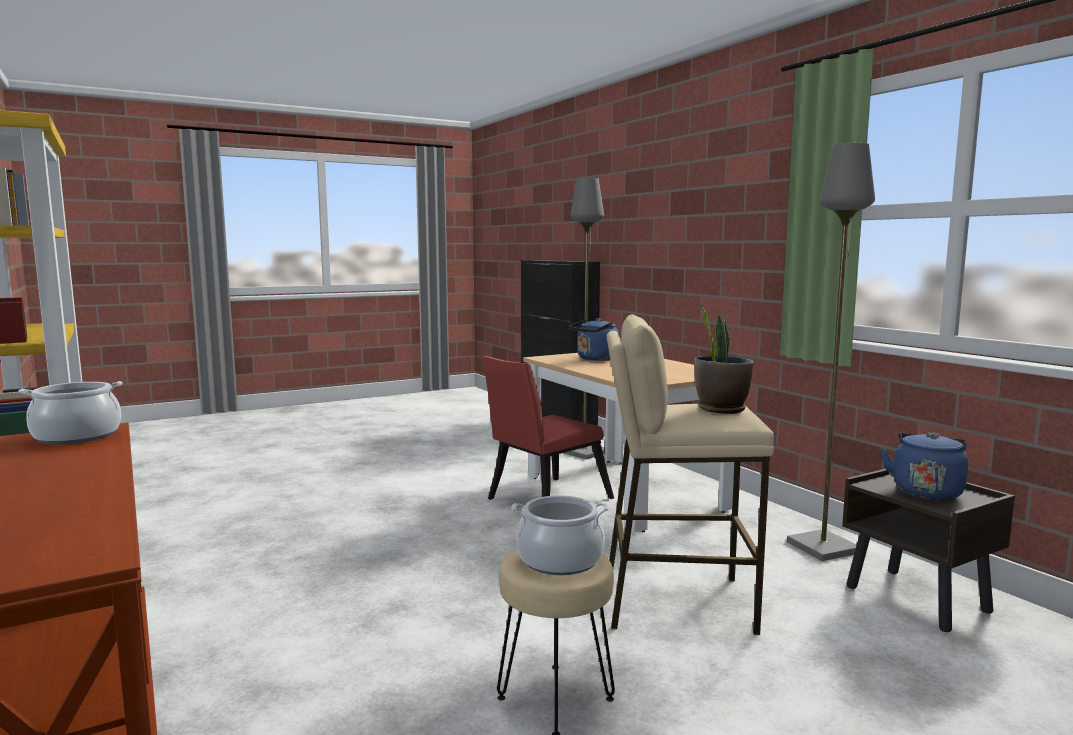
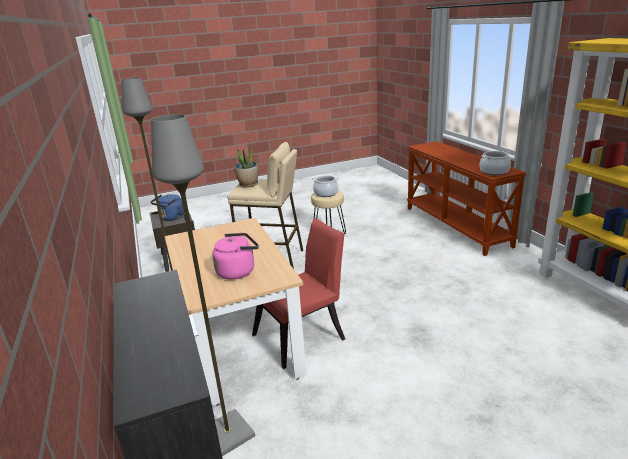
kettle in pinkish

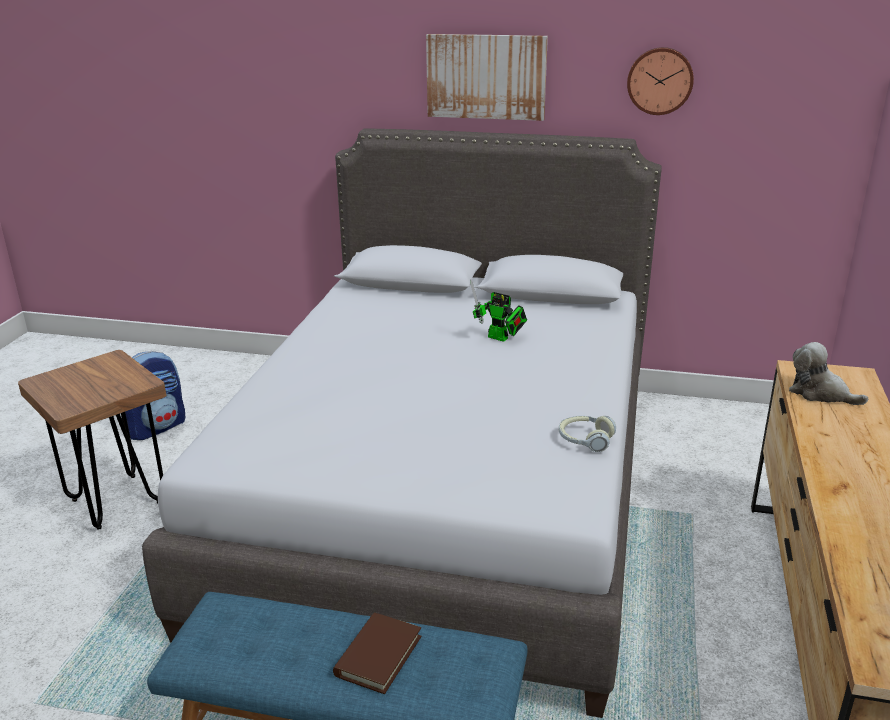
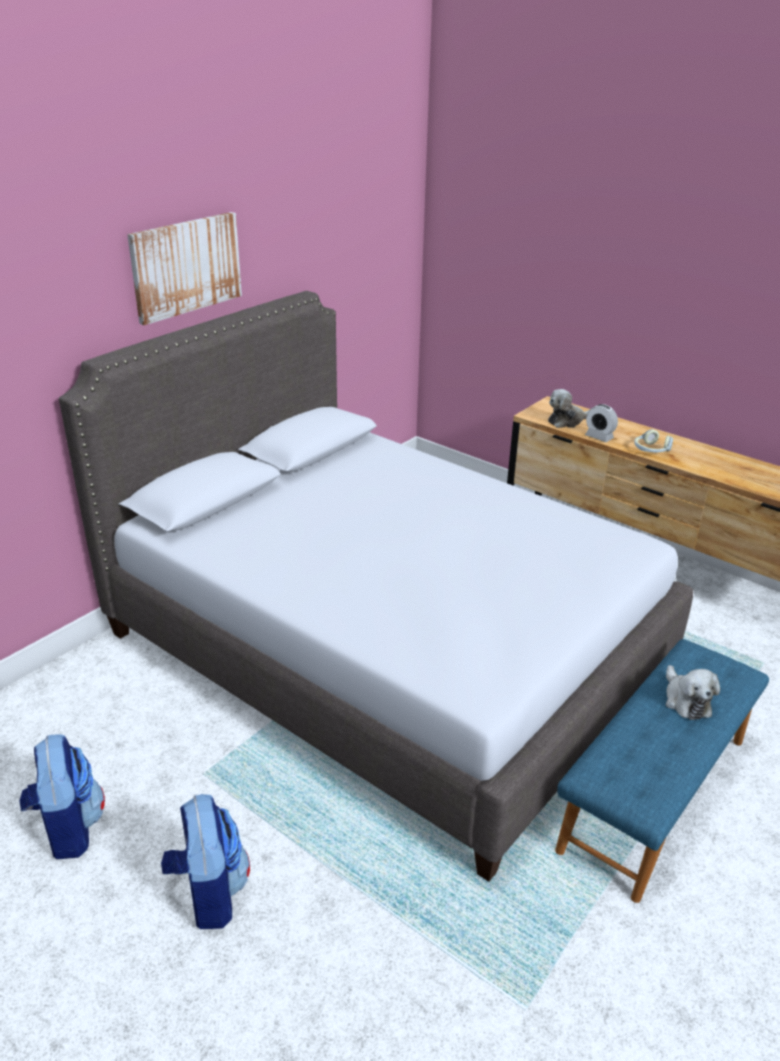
hanging clock
model robot
knapsack (2nd from left)
headset
cuddly toy (2nd from left)
alarm clock

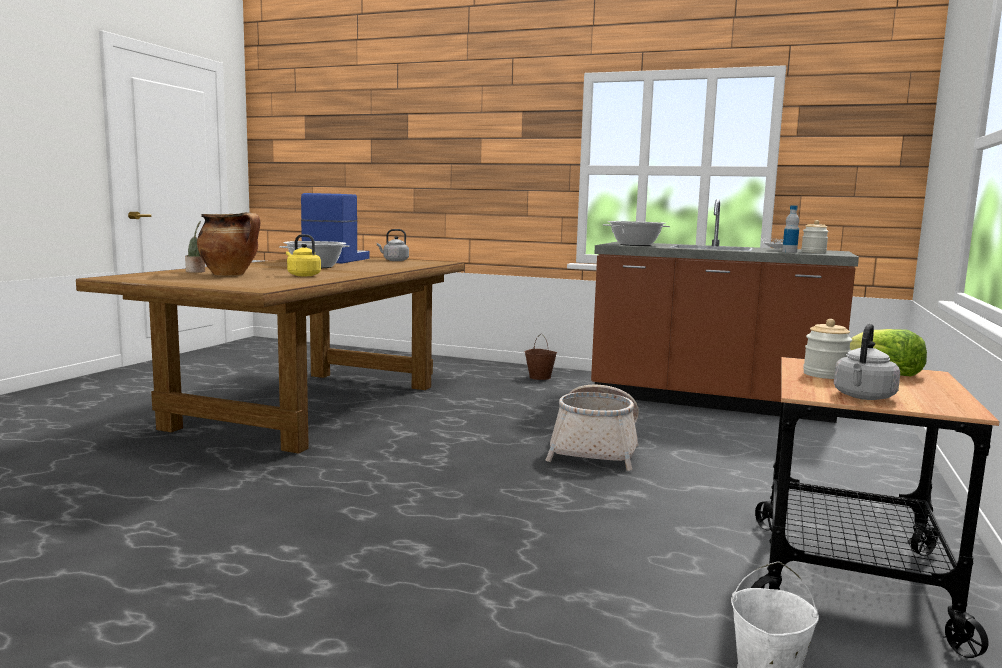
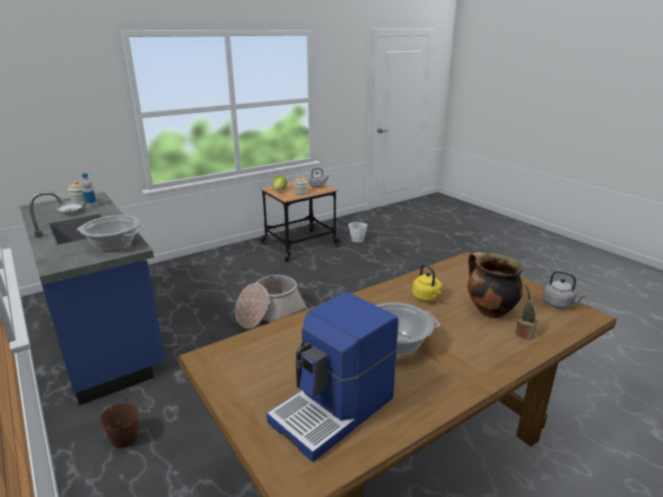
kitchen base unit in blue-coloured
kettle in greyish (2nd from left)

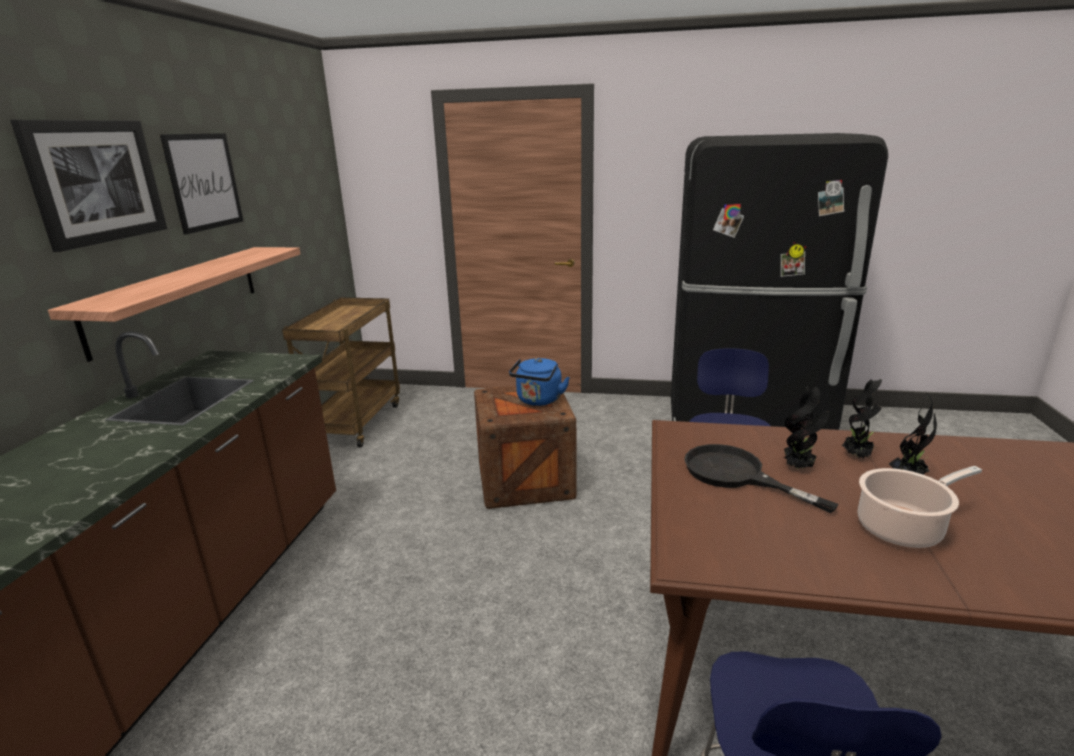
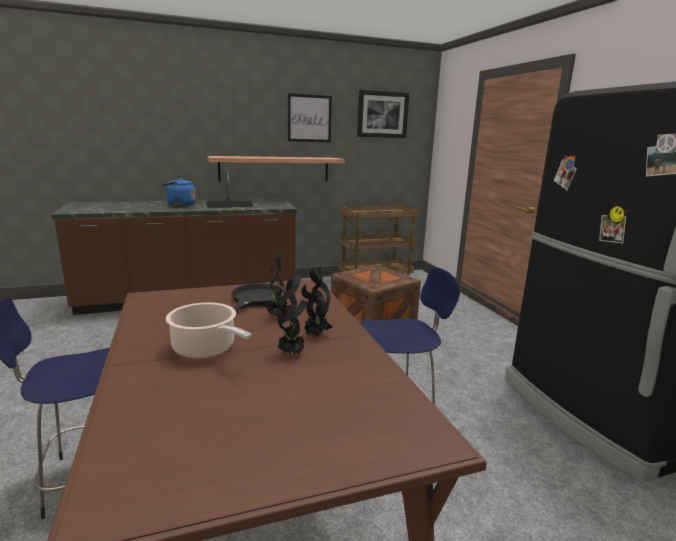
picture (2nd from left)
kettle in blue-coloured

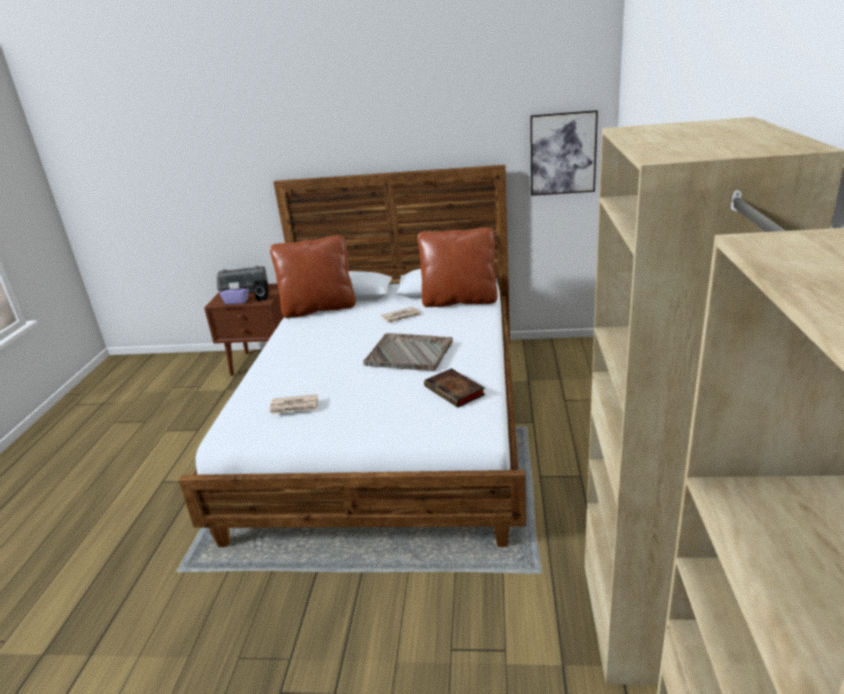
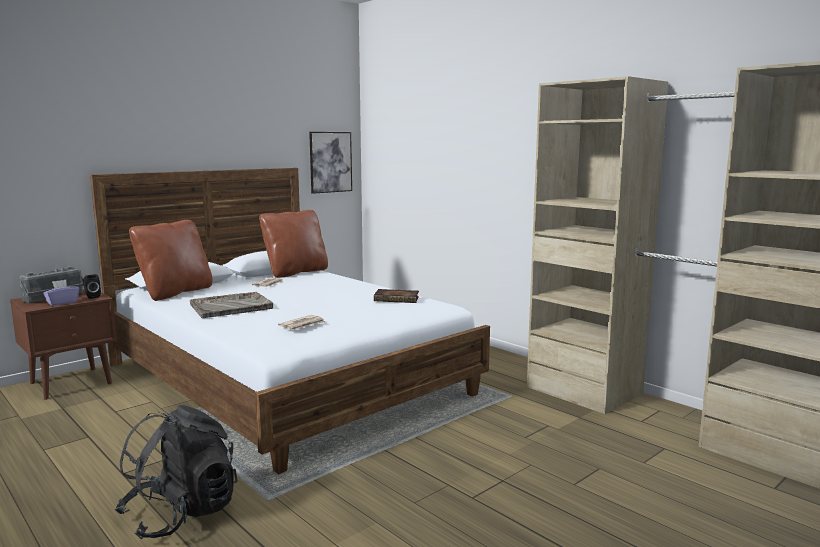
carrying tray in greyish
knapsack in black

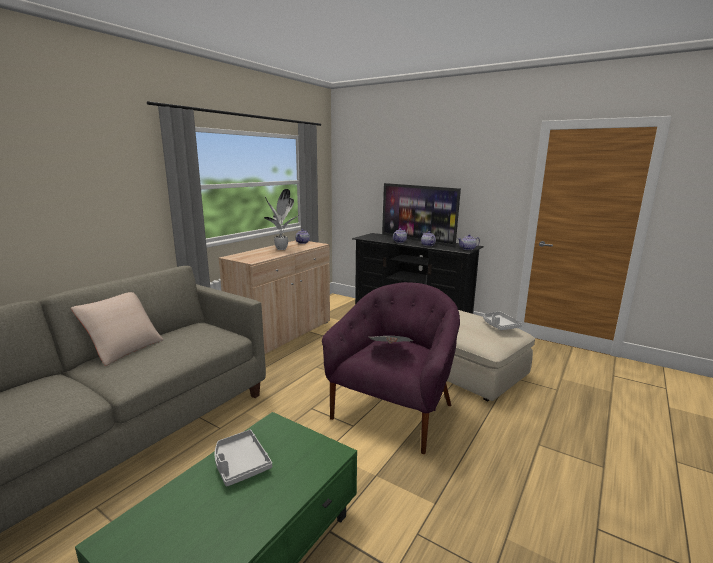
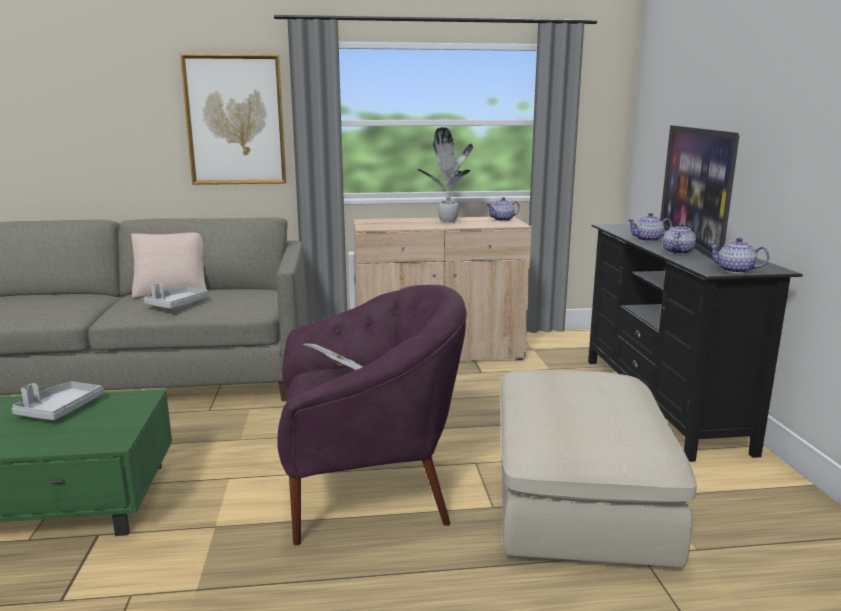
carrying tray in greyish (2nd from left)
picture

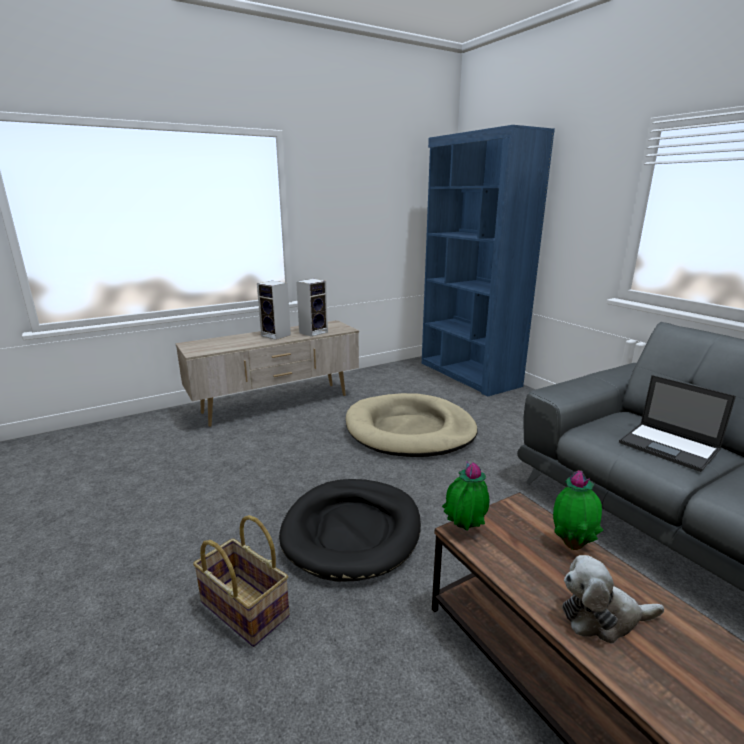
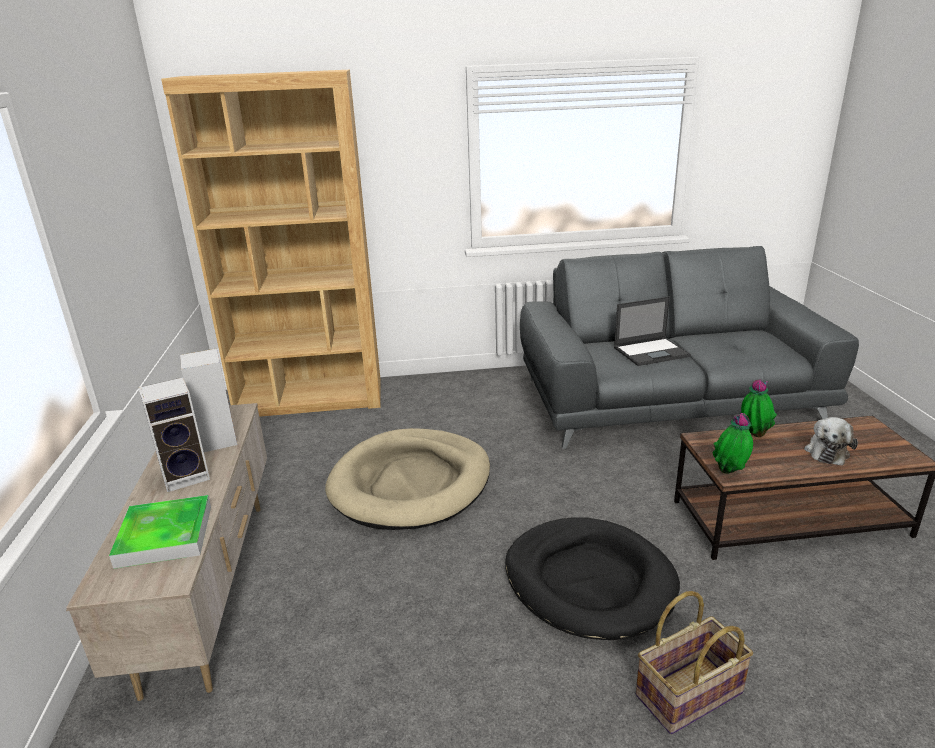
bookcase in brown-coloured
carrying tray

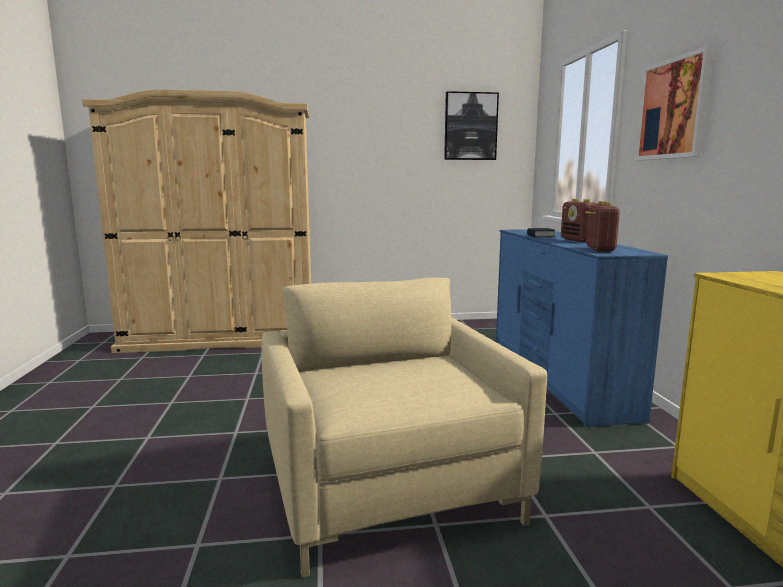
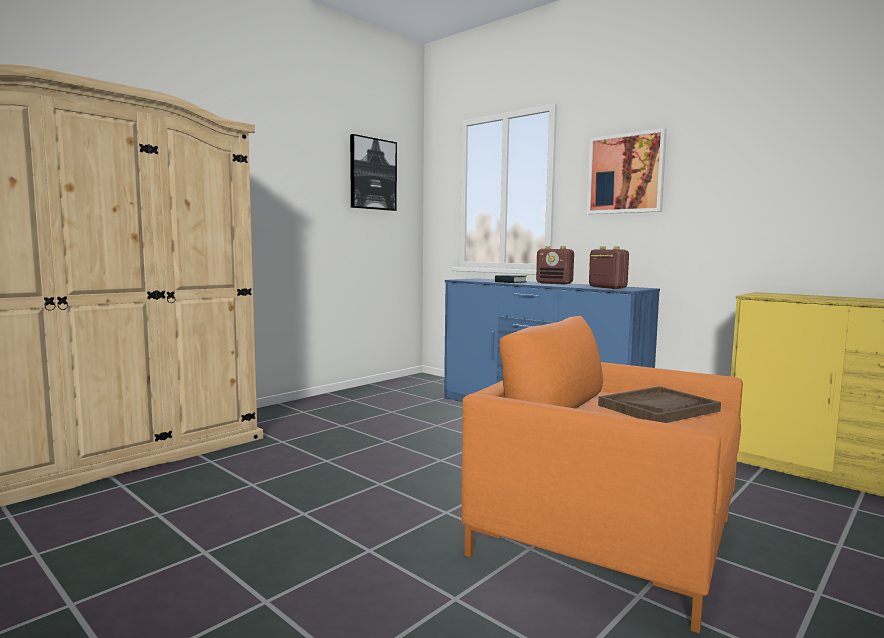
easy chair in orange-coloured
carrying tray in brown-coloured

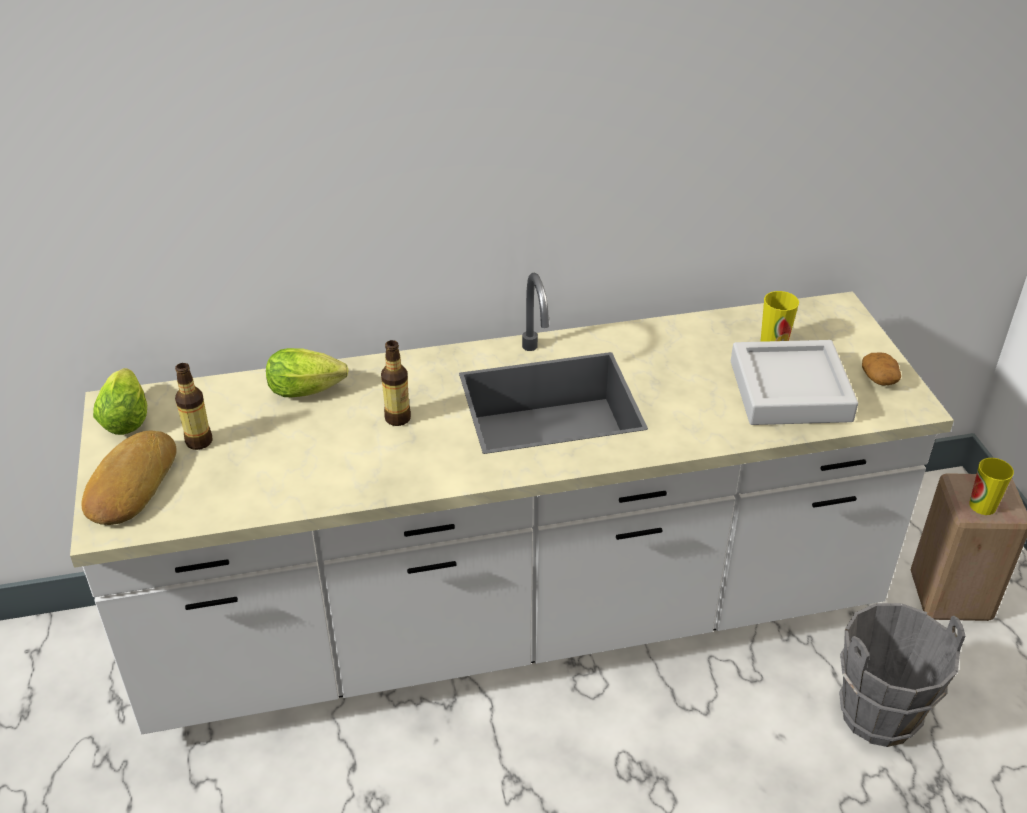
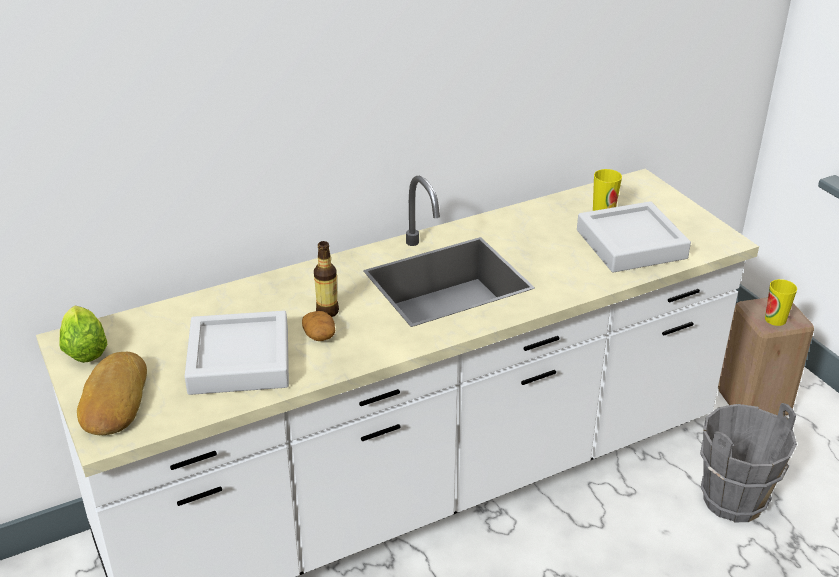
lettuce (2nd from left in the first image)
potato
drink bottle (1st from left in the first image)
carrying tray in greyish (1st from left)

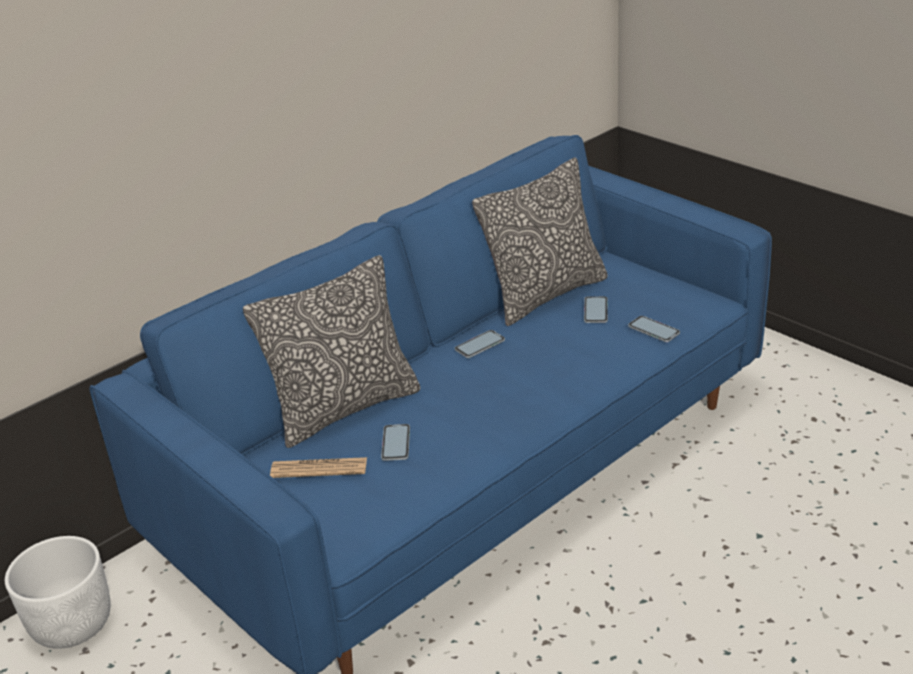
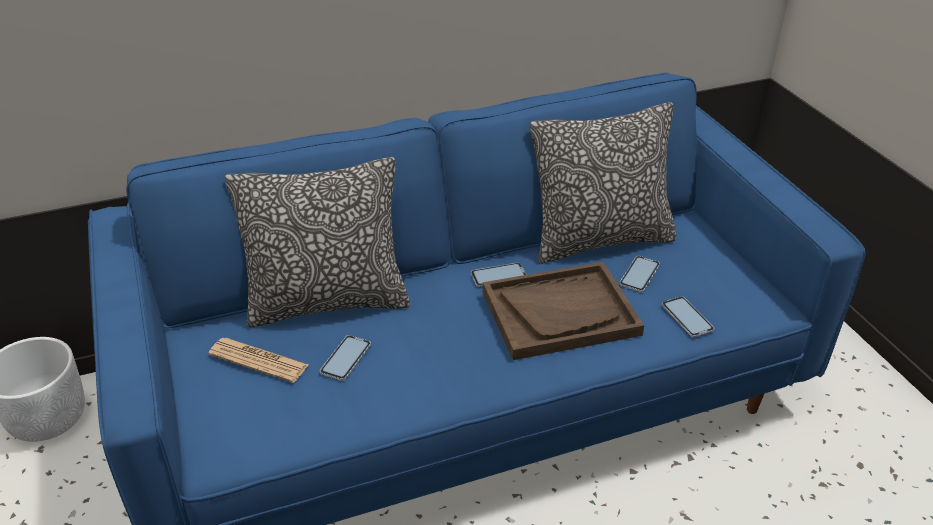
carrying tray in brown-coloured

